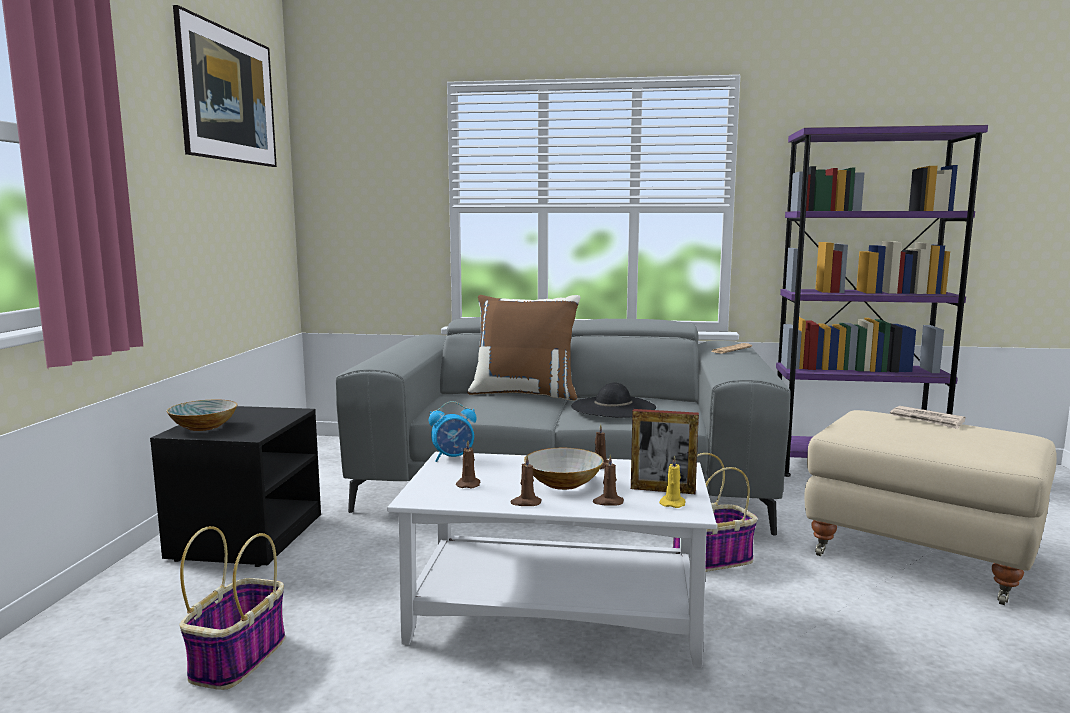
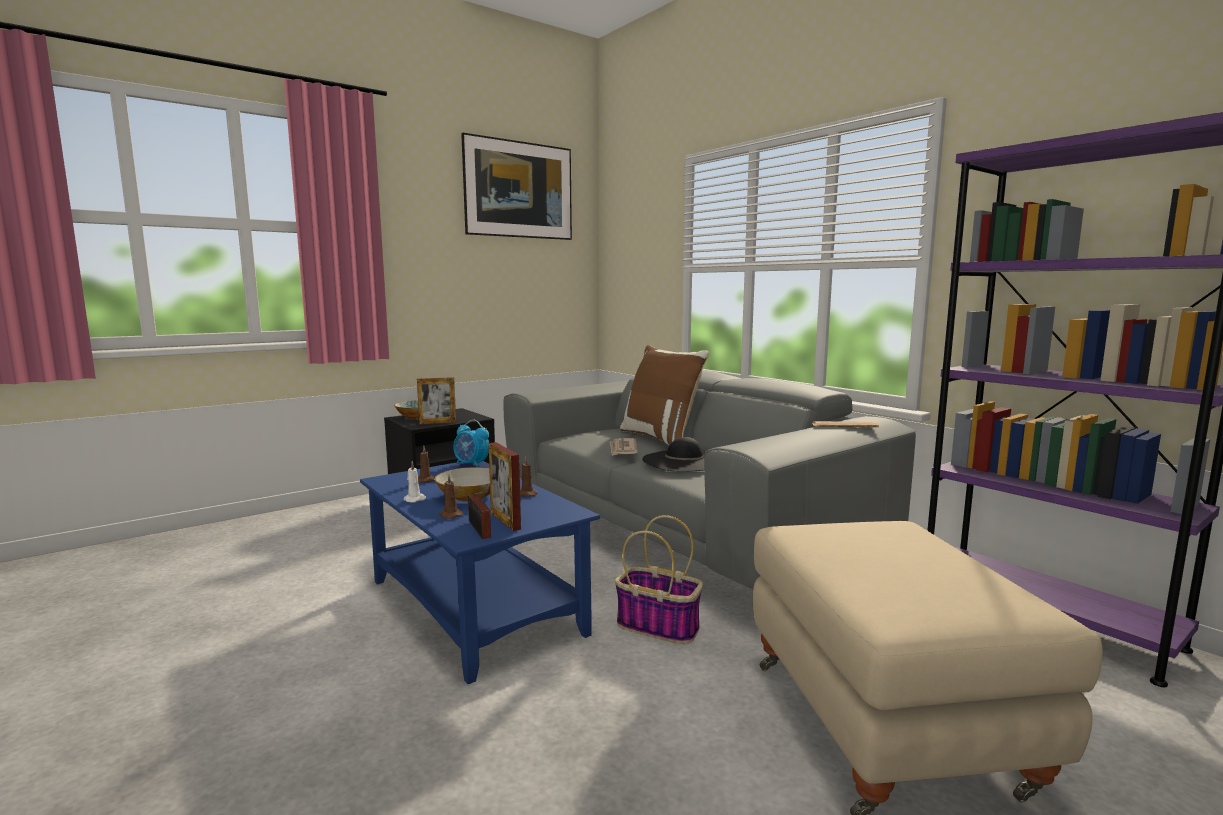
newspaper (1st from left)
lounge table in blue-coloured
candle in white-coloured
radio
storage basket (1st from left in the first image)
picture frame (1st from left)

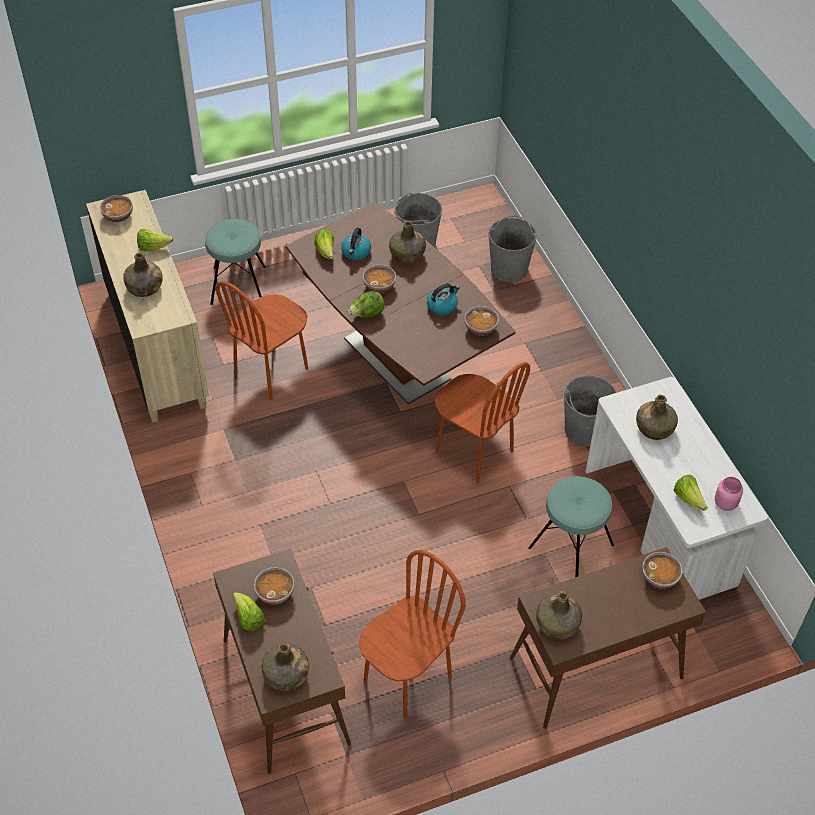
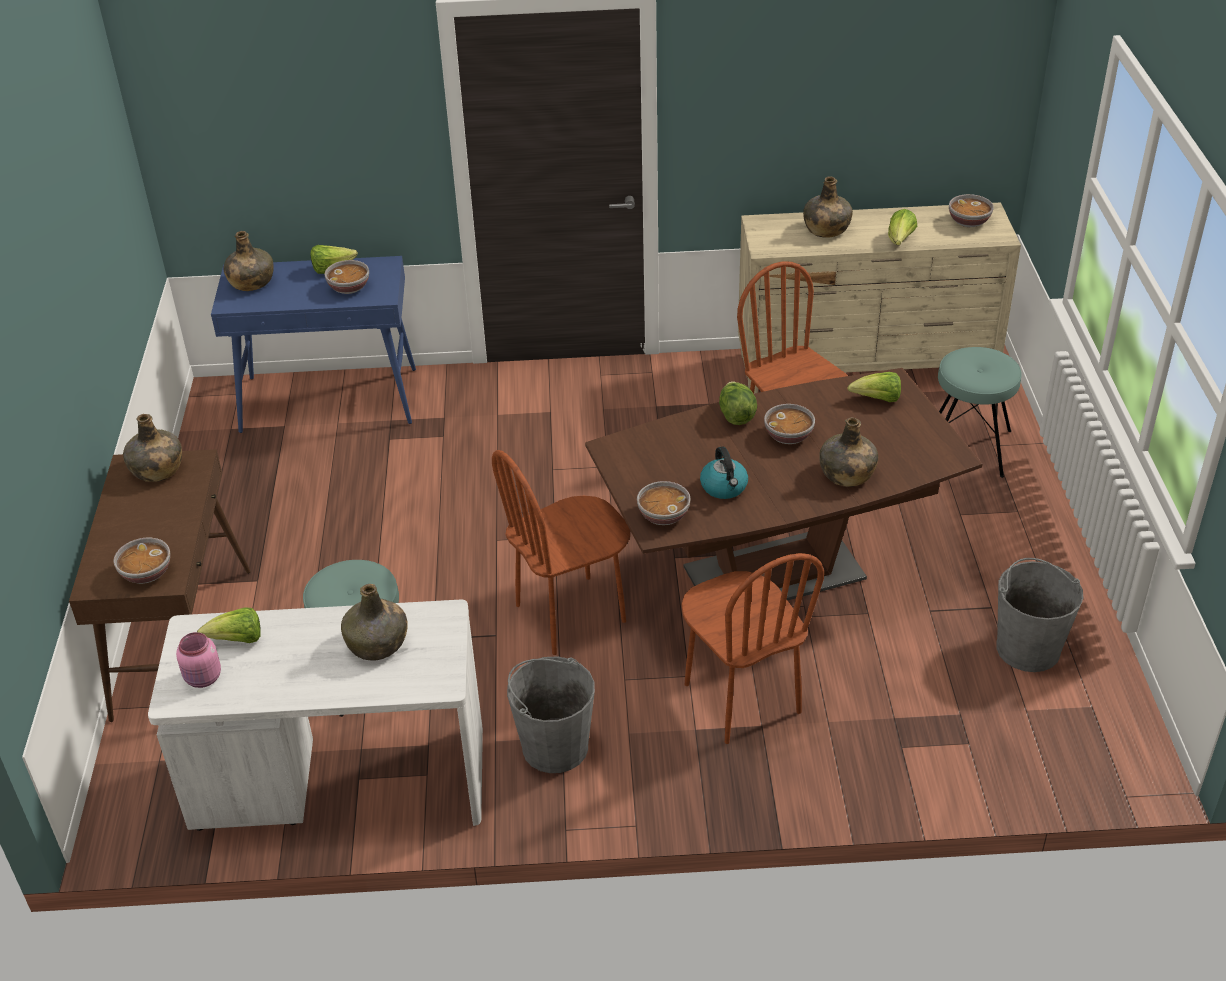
bucket in greyish (2nd from left in the first image)
kettle (1st from left in the first image)
hall table in blue-coloured
chair in brown-coloured (2nd from left)

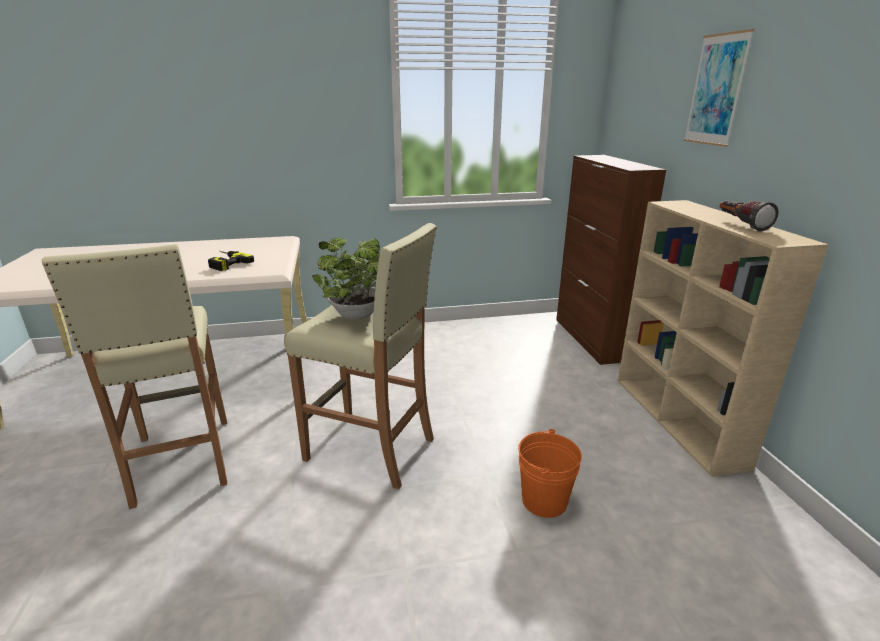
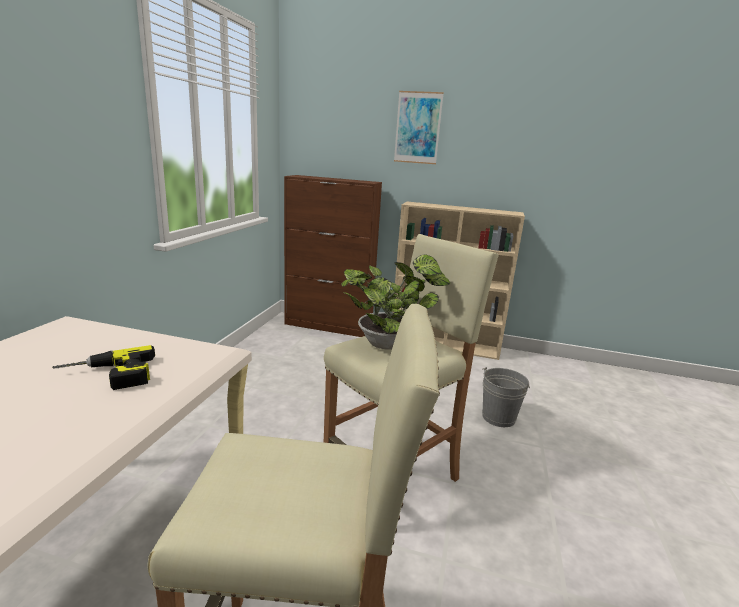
flashlight
bucket in greyish

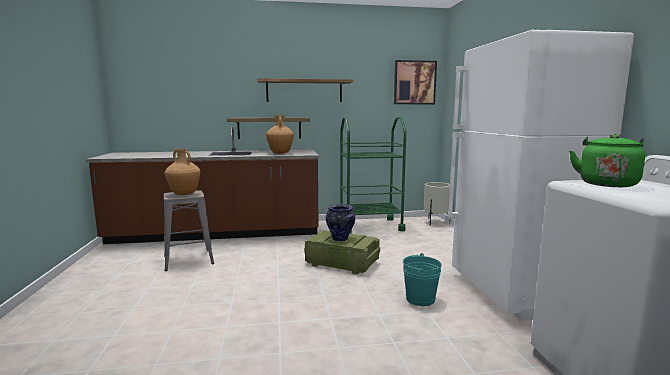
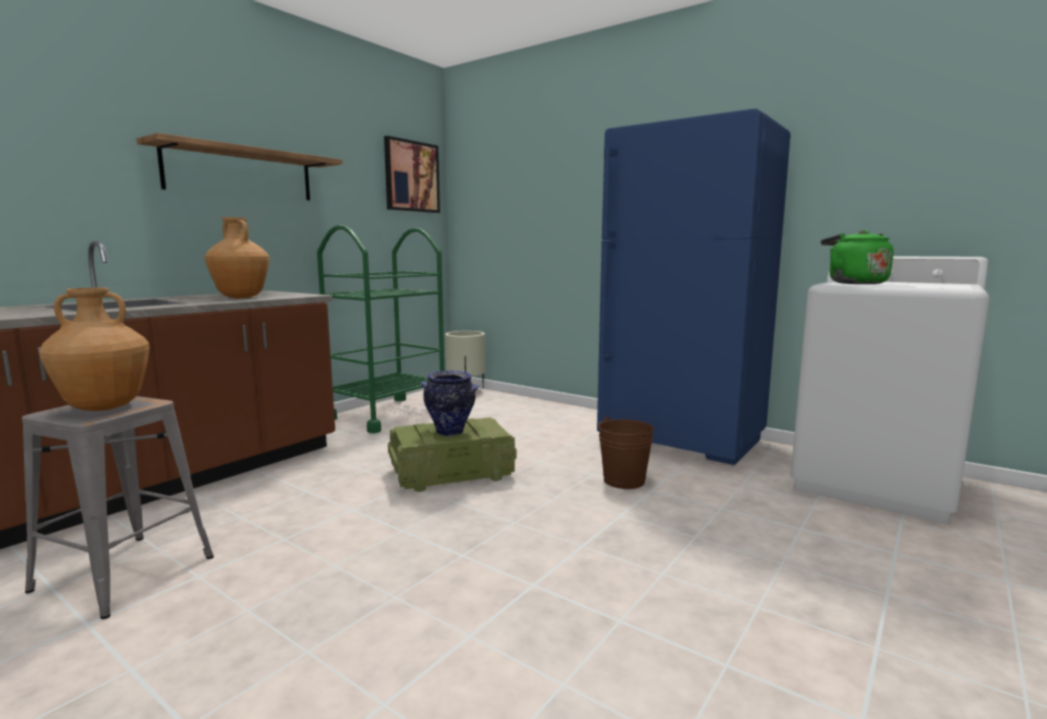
refrigerator in blue-coloured
wall shelf (1st from left in the first image)
bucket in brown-coloured

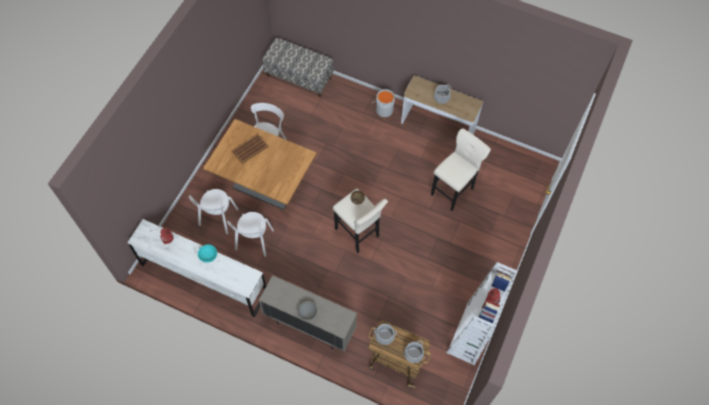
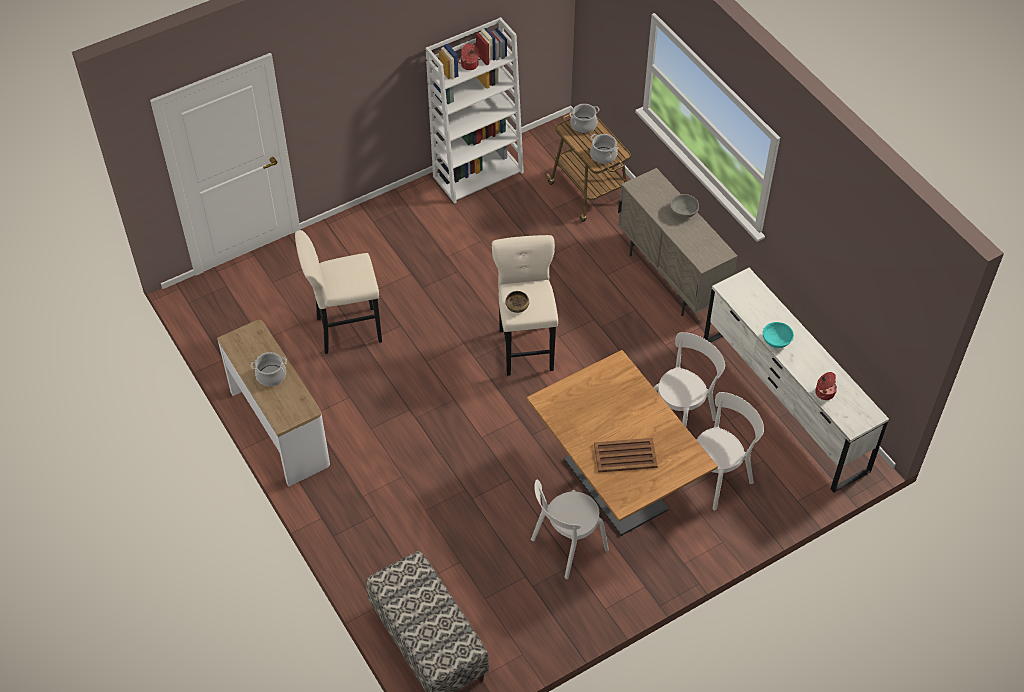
bucket in greyish

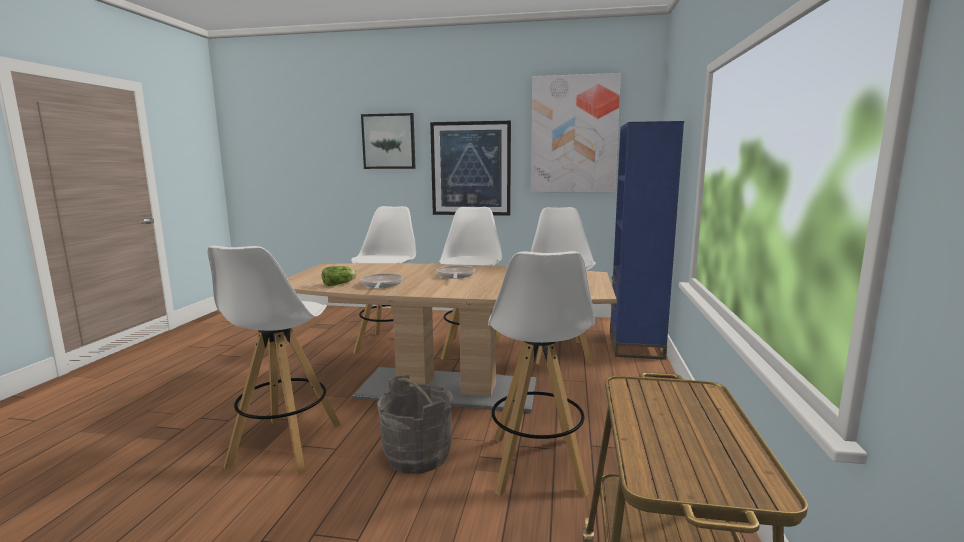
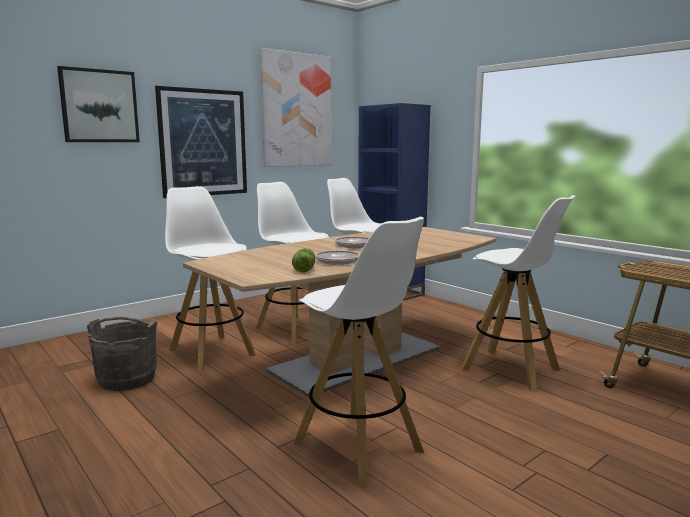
bucket in greyish

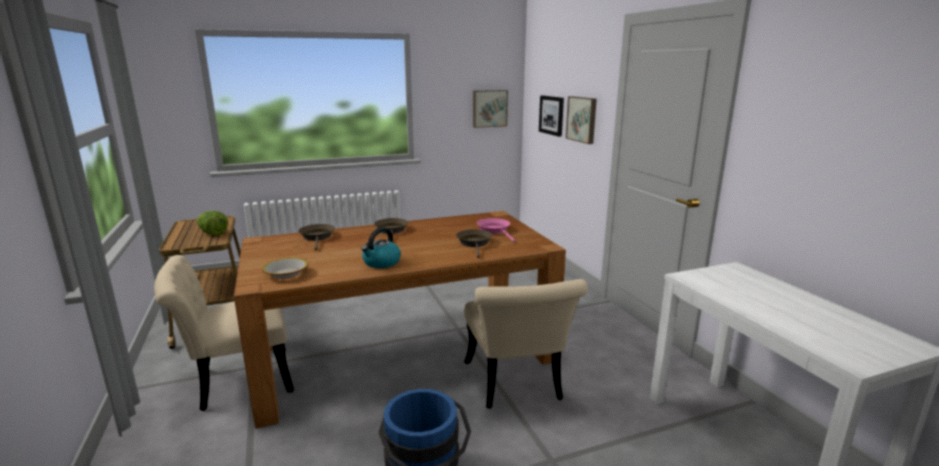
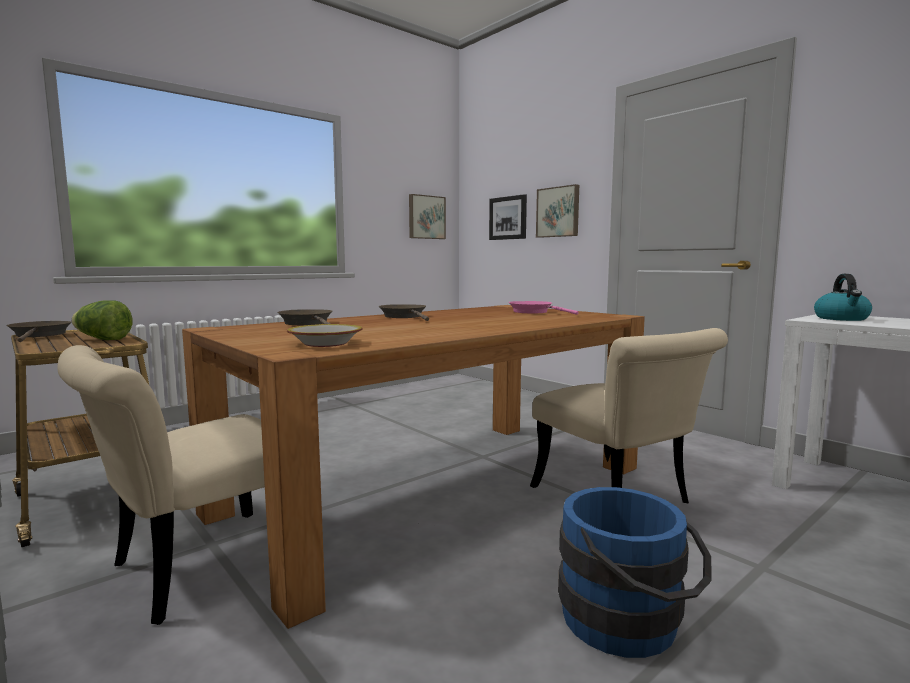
kettle
frying pan in brown-coloured (1st from left)

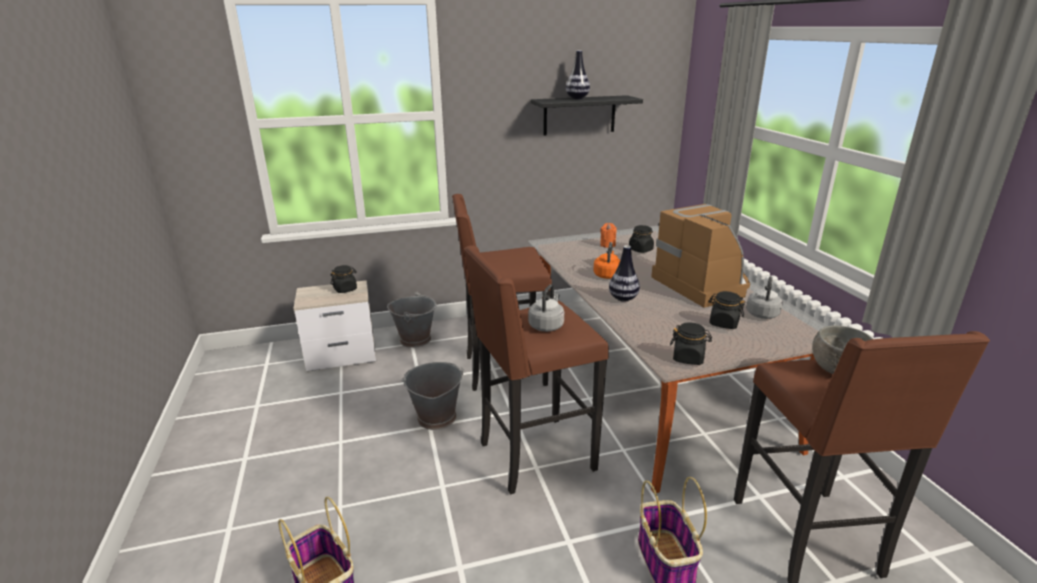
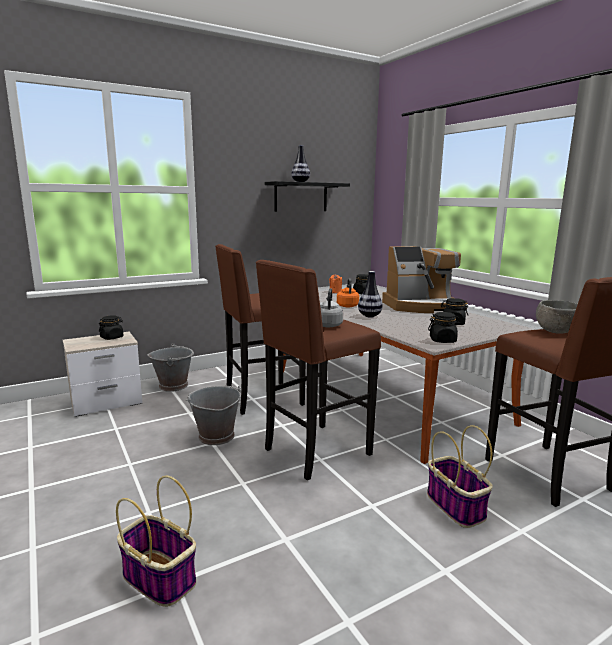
coffee brewer
kettle in greyish (2nd from left in the first image)

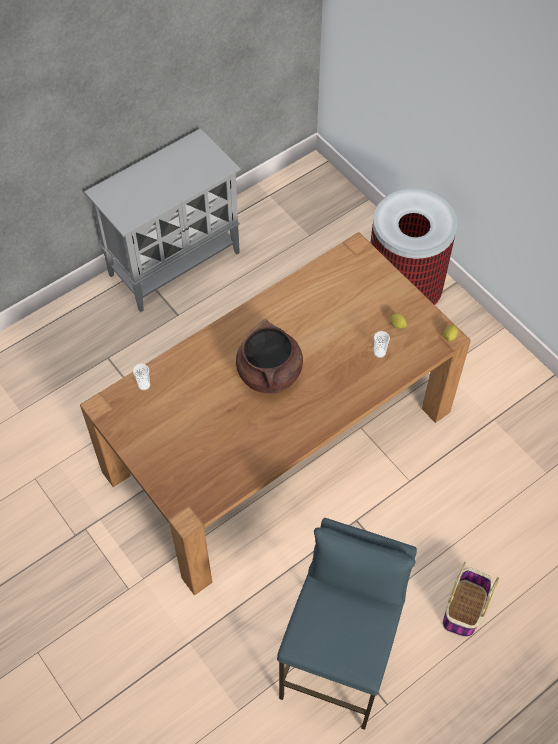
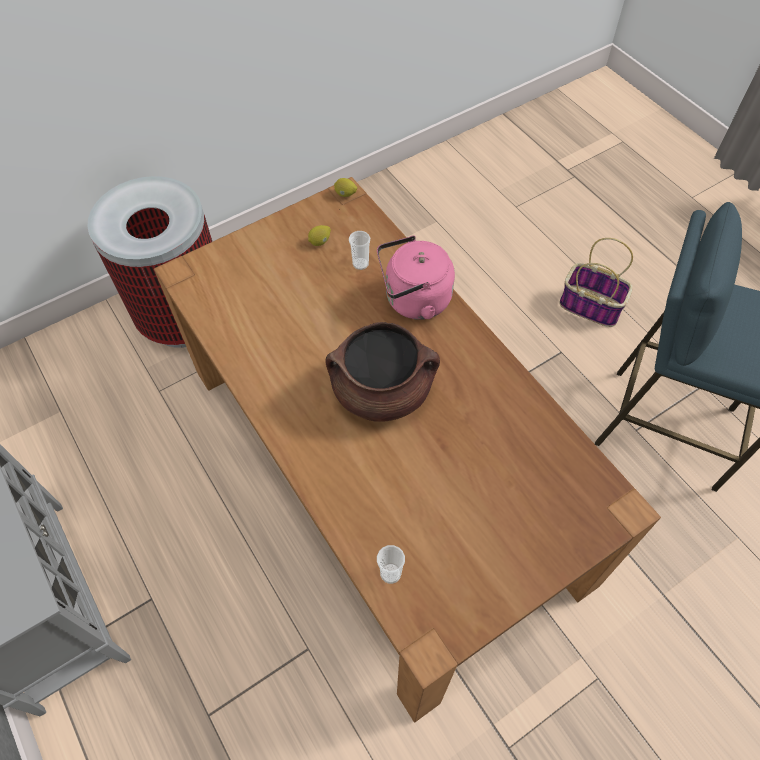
kettle in pinkish

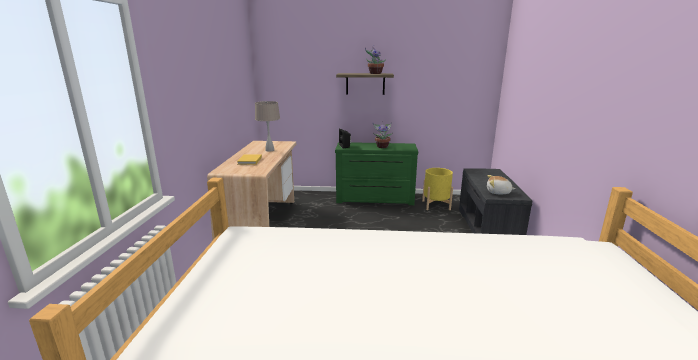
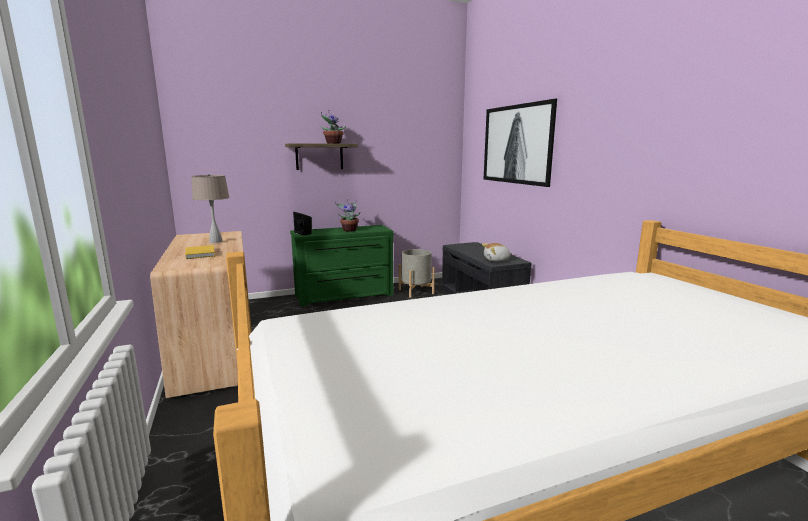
plant pot in greyish
picture

